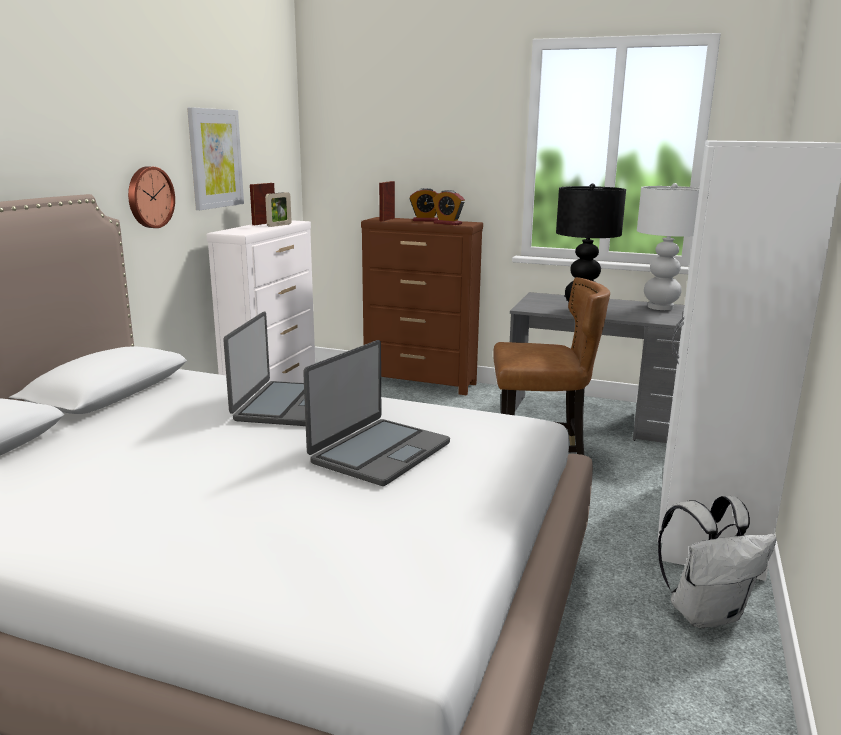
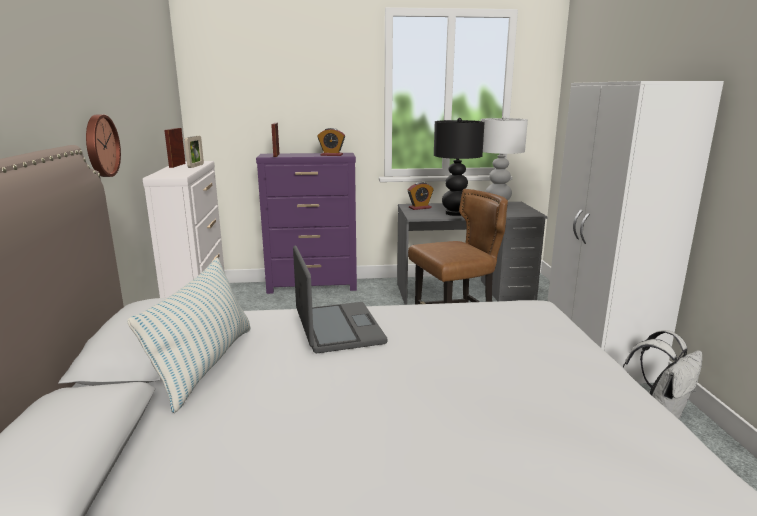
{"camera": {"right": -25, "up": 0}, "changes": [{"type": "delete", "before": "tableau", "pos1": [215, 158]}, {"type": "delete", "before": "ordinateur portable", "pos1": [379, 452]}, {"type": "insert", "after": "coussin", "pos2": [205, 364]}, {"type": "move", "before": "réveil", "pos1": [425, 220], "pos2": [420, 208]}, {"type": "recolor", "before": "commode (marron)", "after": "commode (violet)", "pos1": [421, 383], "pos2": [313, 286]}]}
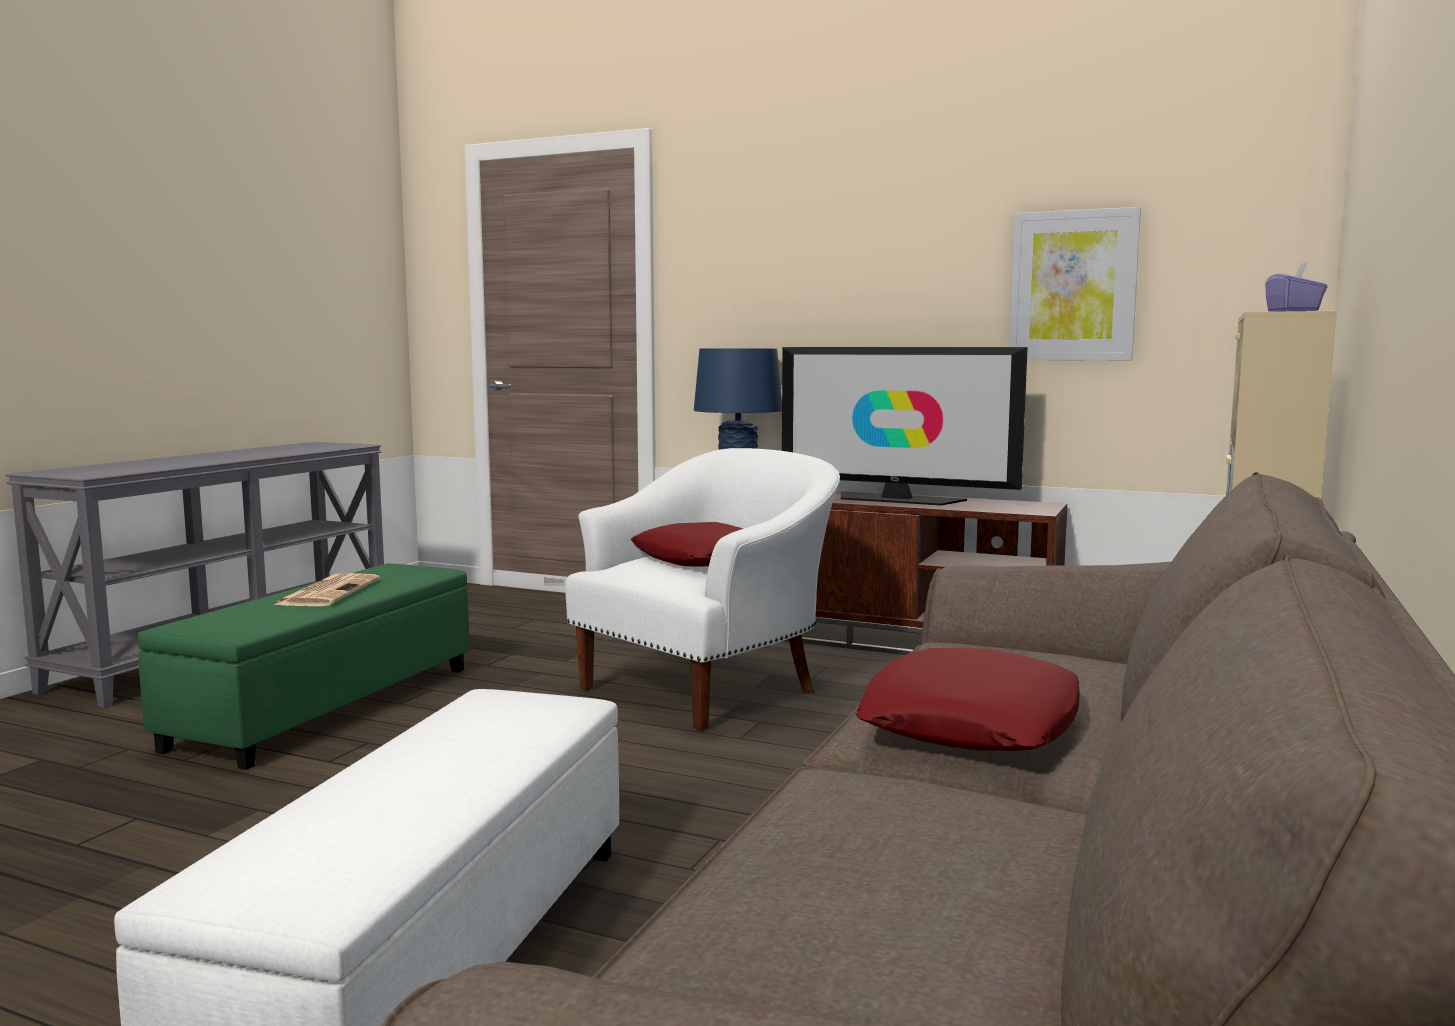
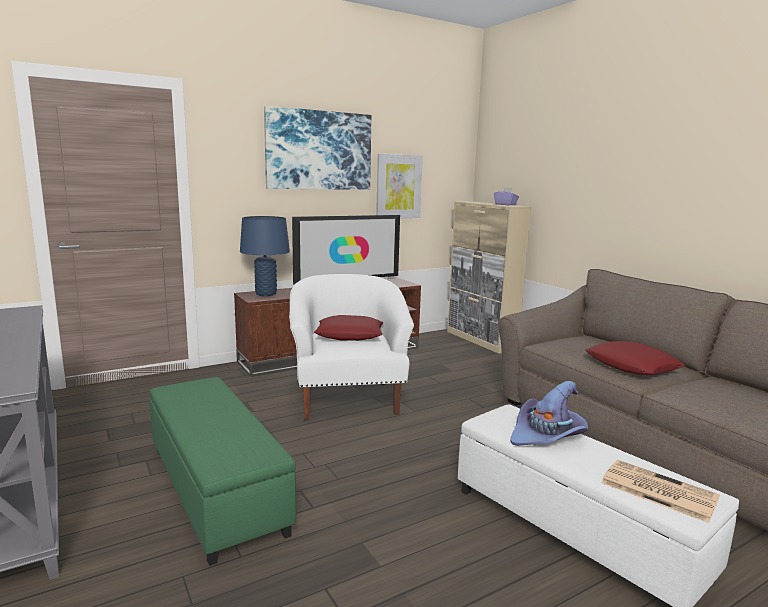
{"camera": {"right": -55, "up": 5}, "changes": [{"type": "insert", "after": "tableau", "pos2": [319, 150]}, {"type": "insert", "after": "chapeau (violet)", "pos2": [547, 435]}, {"type": "move", "before": "journal", "pos1": [328, 592], "pos2": [656, 490]}]}
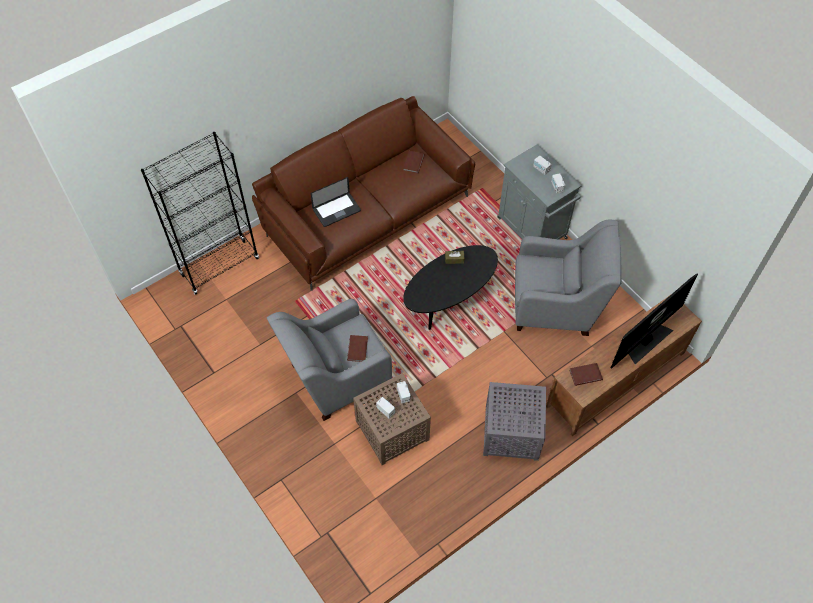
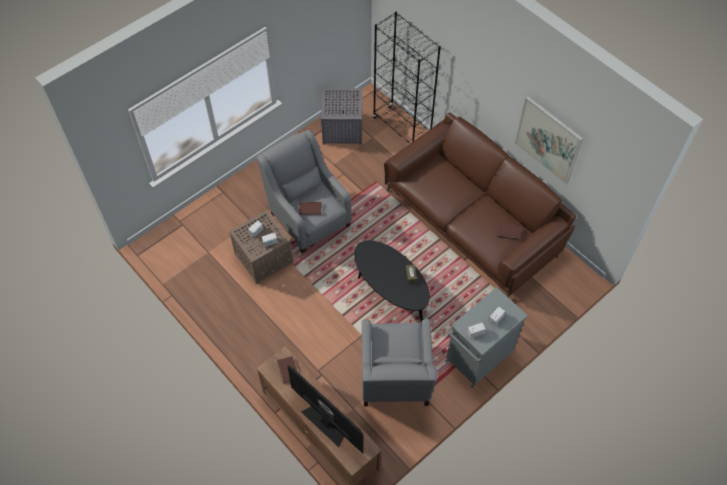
{"camera": {"right": 85, "up": 0}, "changes": [{"type": "delete", "before": "ordinateur portable", "pos1": [336, 210]}, {"type": "insert", "after": "tableau", "pos2": [548, 140]}, {"type": "move", "before": "table d'appoint (gris)", "pos1": [510, 431], "pos2": [343, 128]}]}
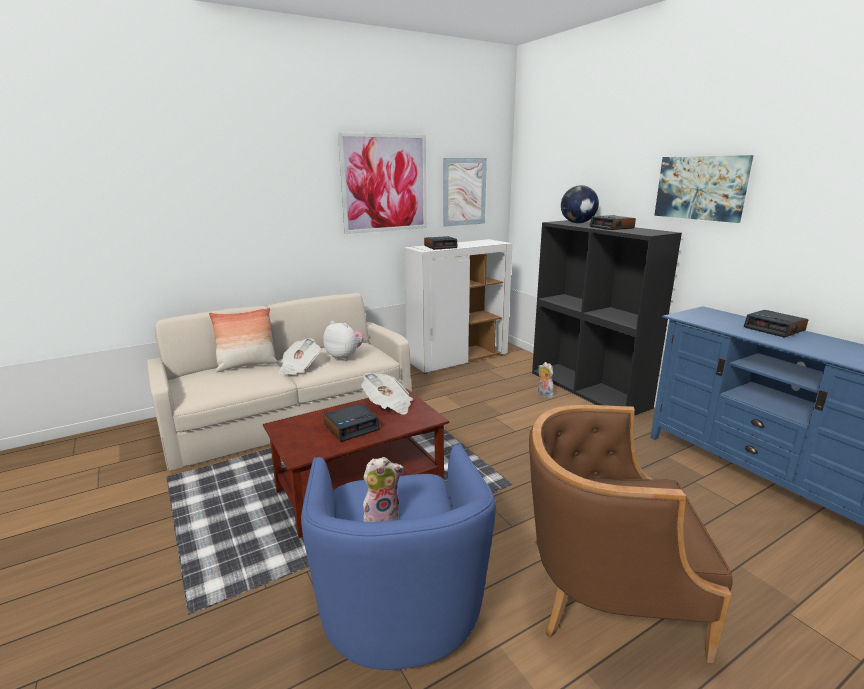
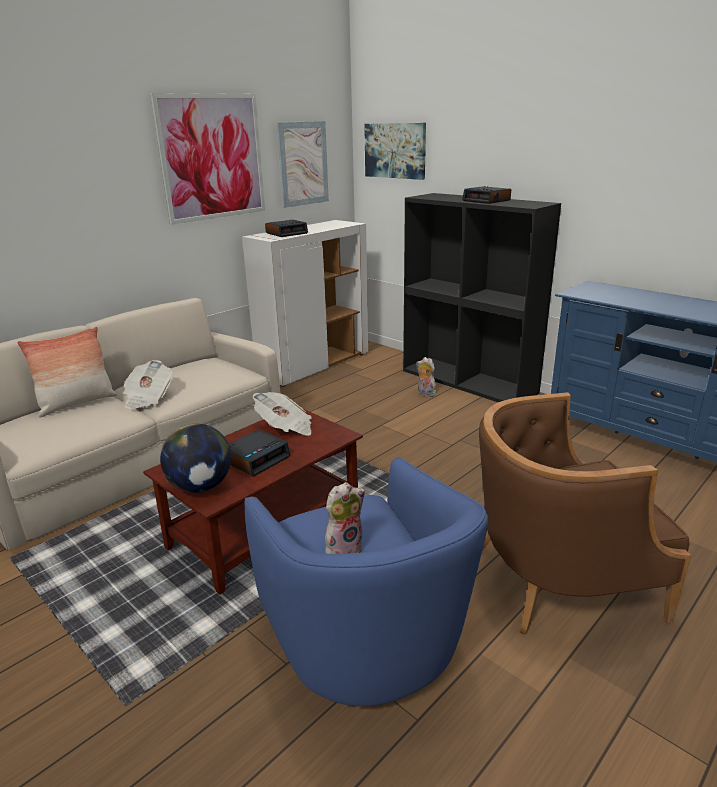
{"camera": {"right": -15, "up": 5}, "changes": [{"type": "delete", "before": "peluche", "pos1": [345, 357]}, {"type": "delete", "before": "réveil", "pos1": [775, 329]}, {"type": "move", "before": "globe", "pos1": [577, 223], "pos2": [201, 486]}, {"type": "move", "before": "tableau", "pos1": [701, 188], "pos2": [395, 150]}]}
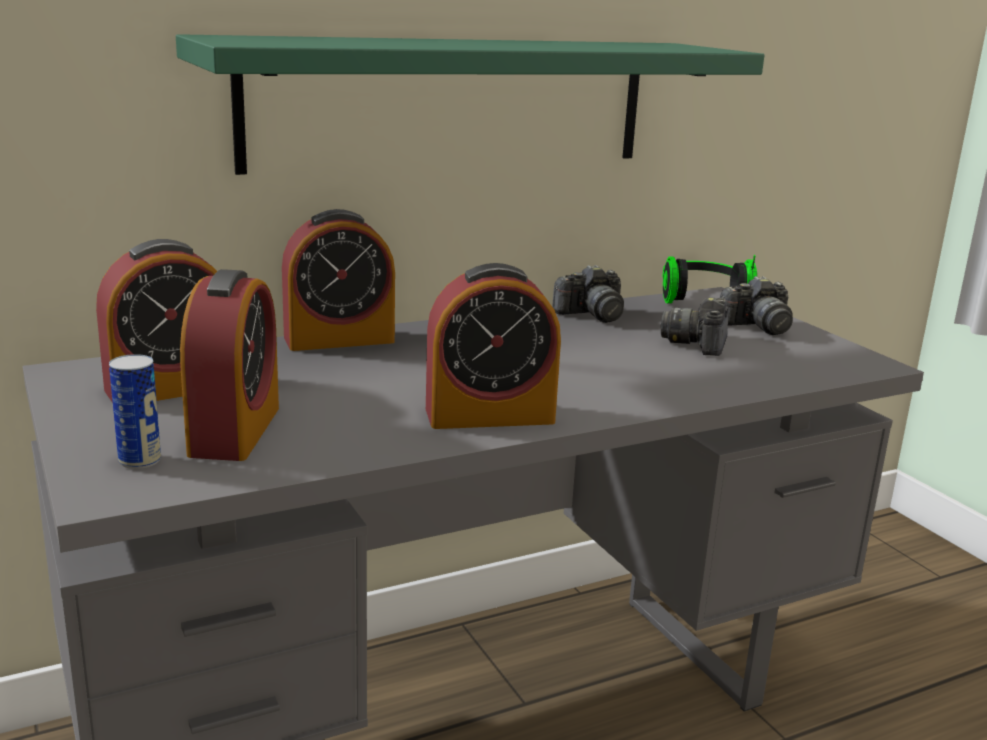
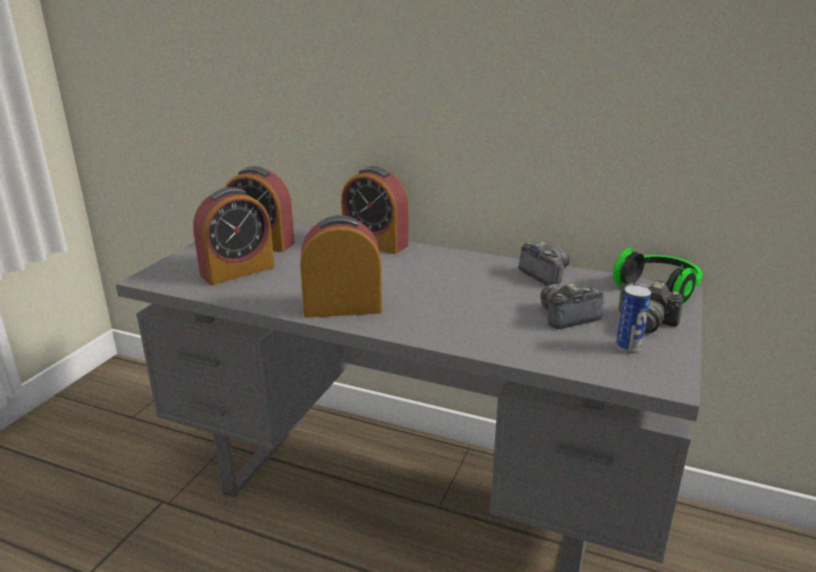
{"camera": {"right": 50, "up": 5}, "changes": [{"type": "delete", "before": "étagère (vert)", "pos1": [452, 103]}, {"type": "move", "before": "boîte métallique", "pos1": [140, 460], "pos2": [628, 347]}, {"type": "rotate", "before": "réveil", "pos1": [489, 415], "pos2": [342, 307], "turn": 135}, {"type": "rotate", "before": "appareil photo", "pos1": [591, 315], "pos2": [545, 274], "turn": -150}]}
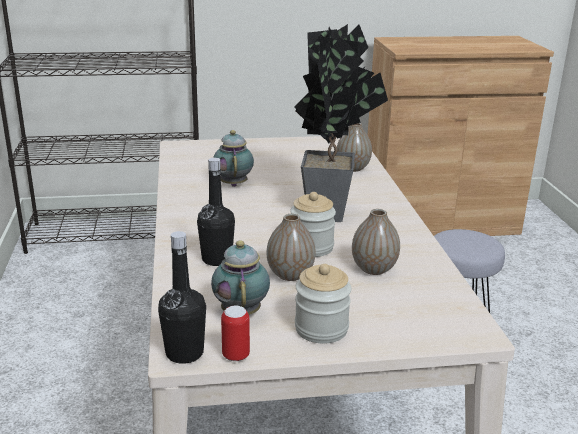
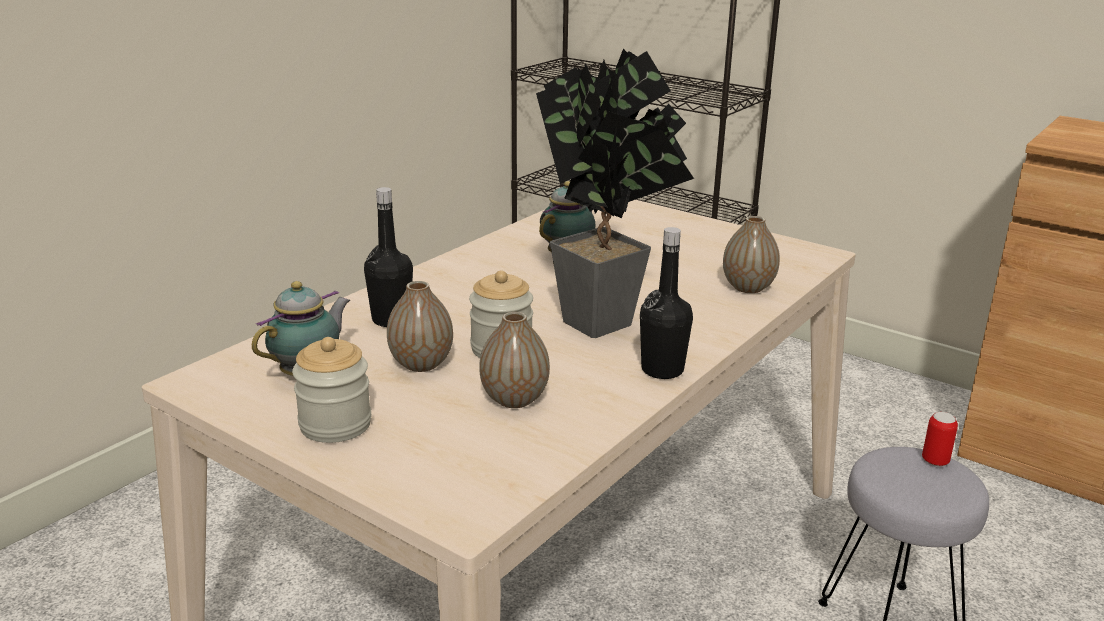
{"camera": {"right": 45, "up": 0}, "changes": [{"type": "move", "before": "bouteille (noir)", "pos1": [184, 353], "pos2": [662, 370]}, {"type": "move", "before": "boîte métallique", "pos1": [236, 355], "pos2": [935, 461]}]}
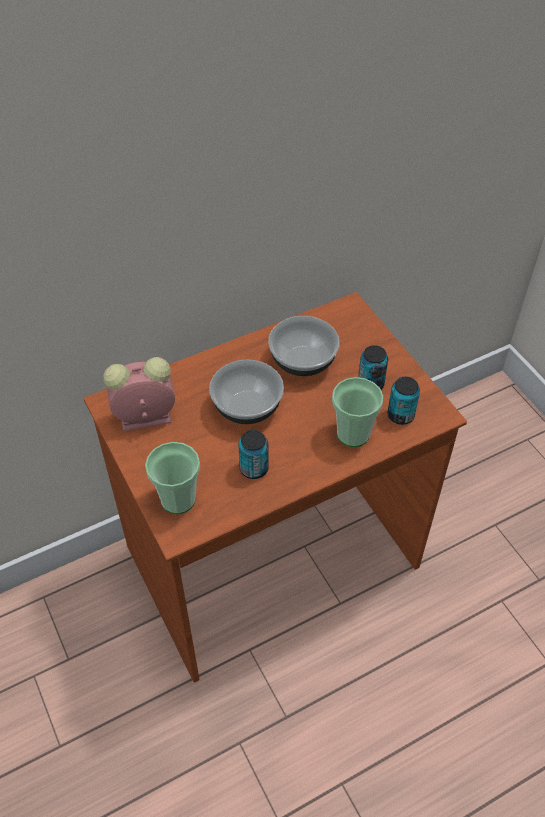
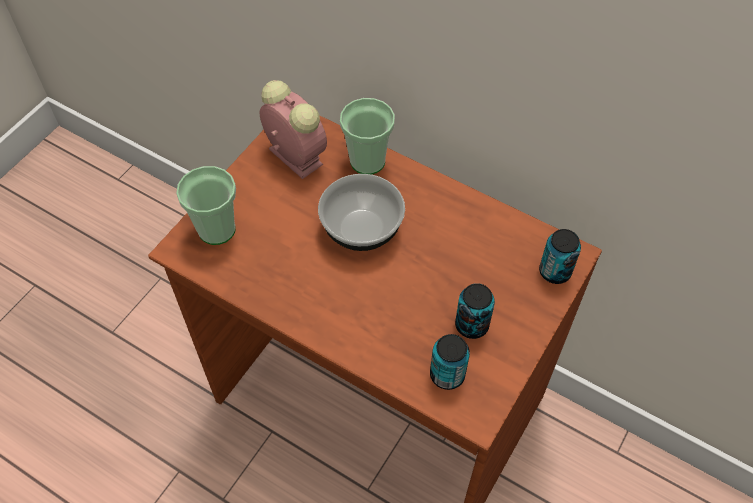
{"camera": {"right": 60, "up": 5}, "changes": [{"type": "delete", "before": "bol", "pos1": [303, 361]}, {"type": "move", "before": "boîte métallique", "pos1": [254, 468], "pos2": [555, 271]}, {"type": "move", "before": "tasse", "pos1": [353, 434], "pos2": [367, 161]}]}
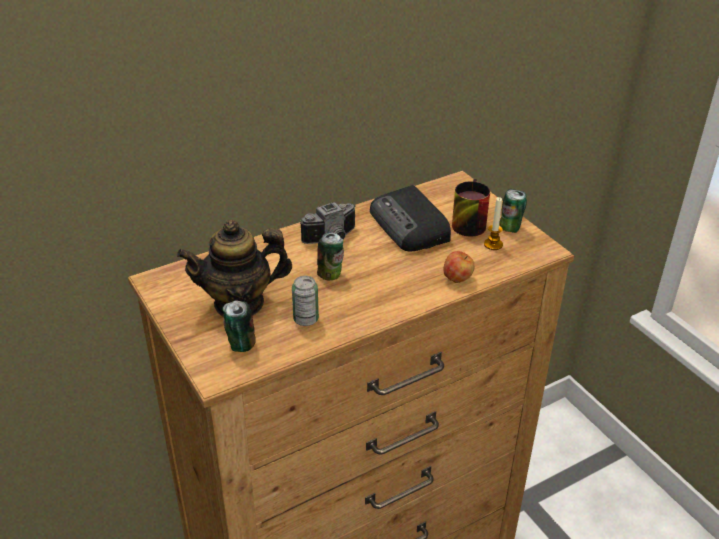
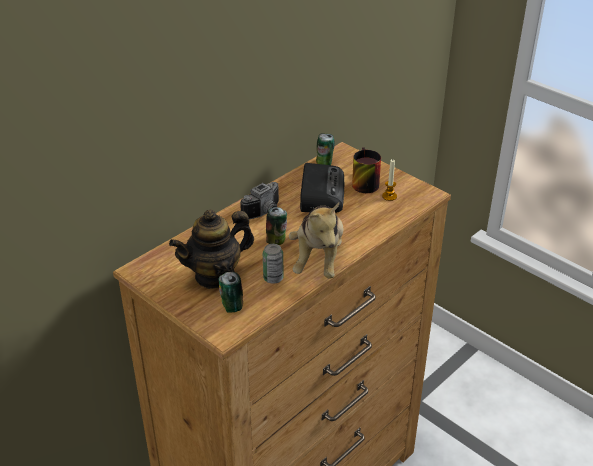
{"camera": {"right": -15, "up": 0}, "changes": [{"type": "delete", "before": "pomme", "pos1": [457, 278]}, {"type": "insert", "after": "peluche", "pos2": [318, 259]}, {"type": "move", "before": "boîte métallique", "pos1": [510, 228], "pos2": [324, 163]}, {"type": "rotate", "before": "radio", "pos1": [410, 226], "pos2": [321, 193], "turn": -135}]}
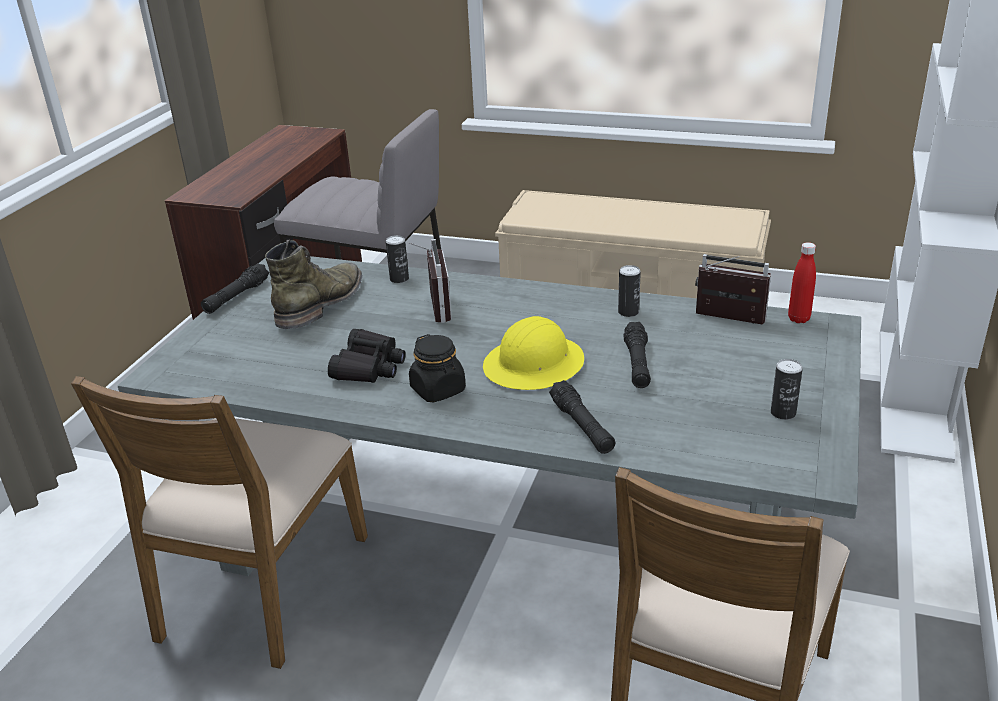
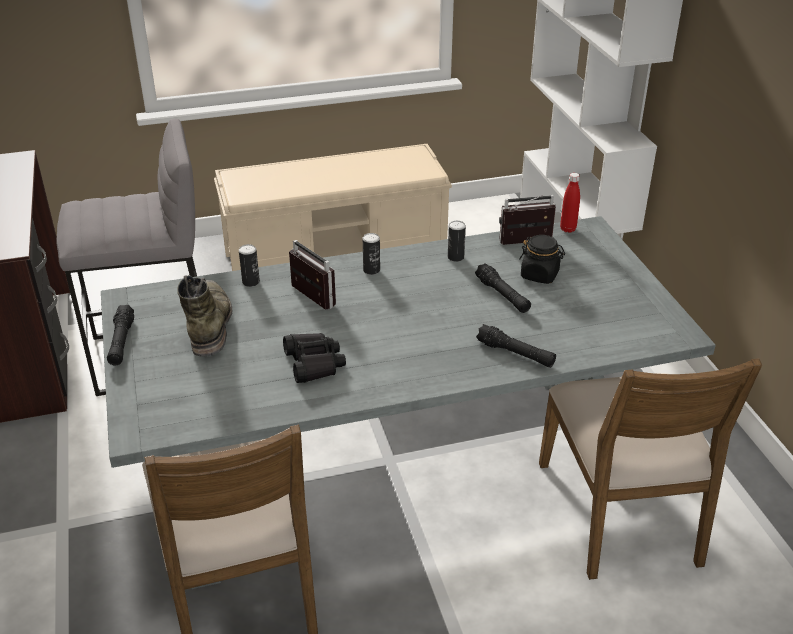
{"camera": {"right": -35, "up": 5}, "changes": [{"type": "delete", "before": "casque de chantier (jaune)", "pos1": [534, 365]}, {"type": "move", "before": "bocal (noir)", "pos1": [438, 390], "pos2": [540, 275]}, {"type": "move", "before": "boîte métallique", "pos1": [783, 413], "pos2": [371, 270]}]}
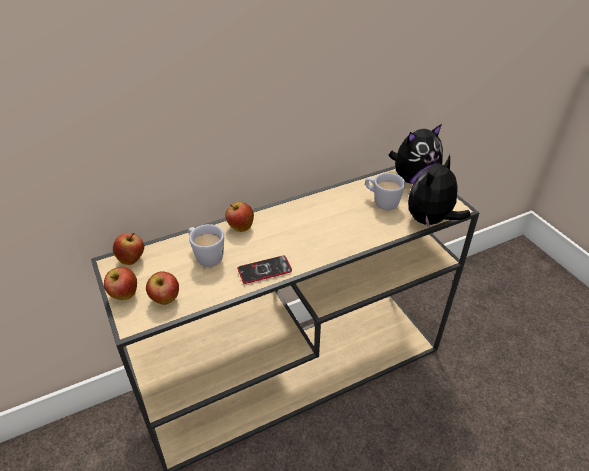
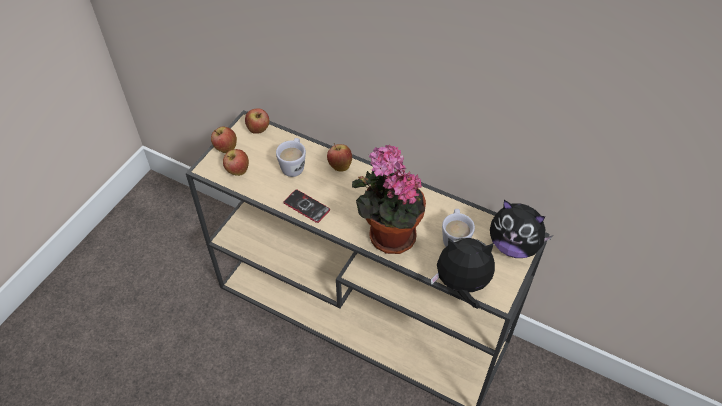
{"camera": {"right": 55, "up": 10}, "changes": [{"type": "insert", "after": "plante en pot", "pos2": [388, 235]}]}
